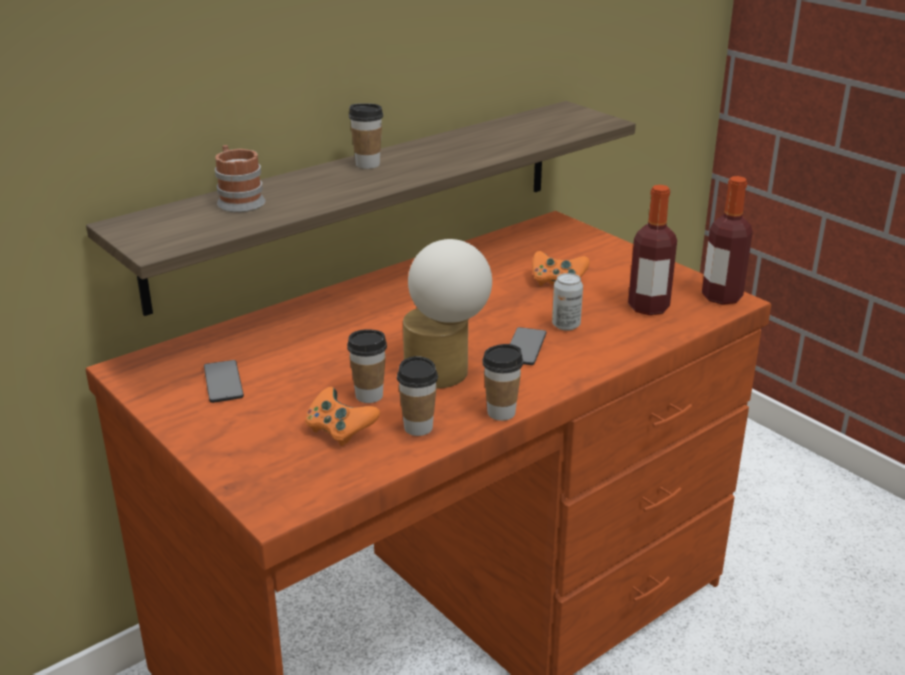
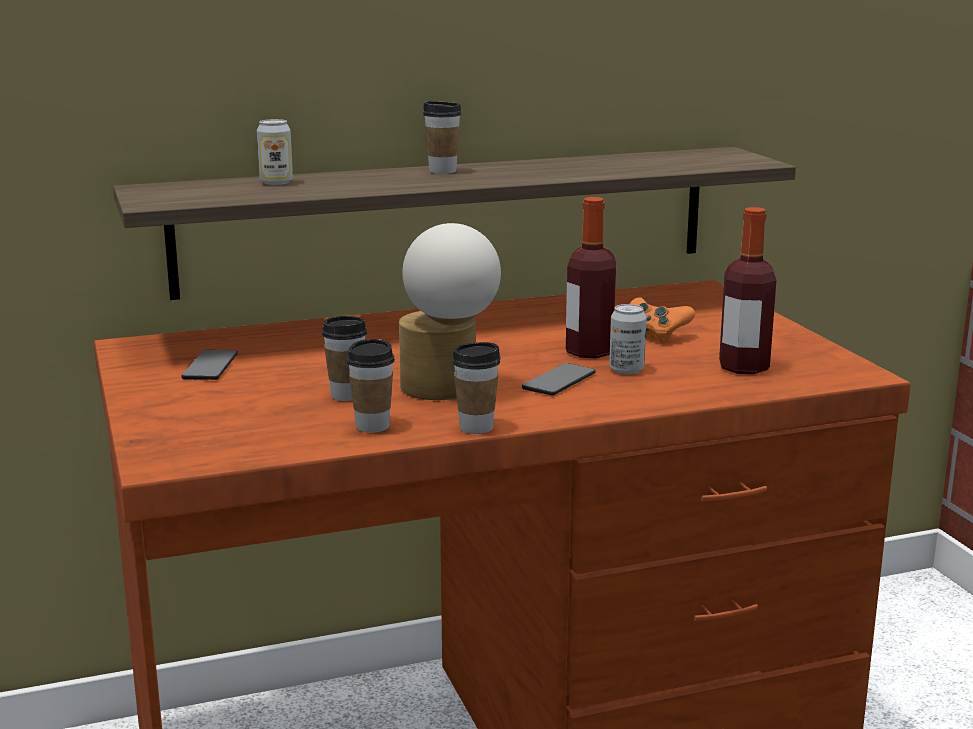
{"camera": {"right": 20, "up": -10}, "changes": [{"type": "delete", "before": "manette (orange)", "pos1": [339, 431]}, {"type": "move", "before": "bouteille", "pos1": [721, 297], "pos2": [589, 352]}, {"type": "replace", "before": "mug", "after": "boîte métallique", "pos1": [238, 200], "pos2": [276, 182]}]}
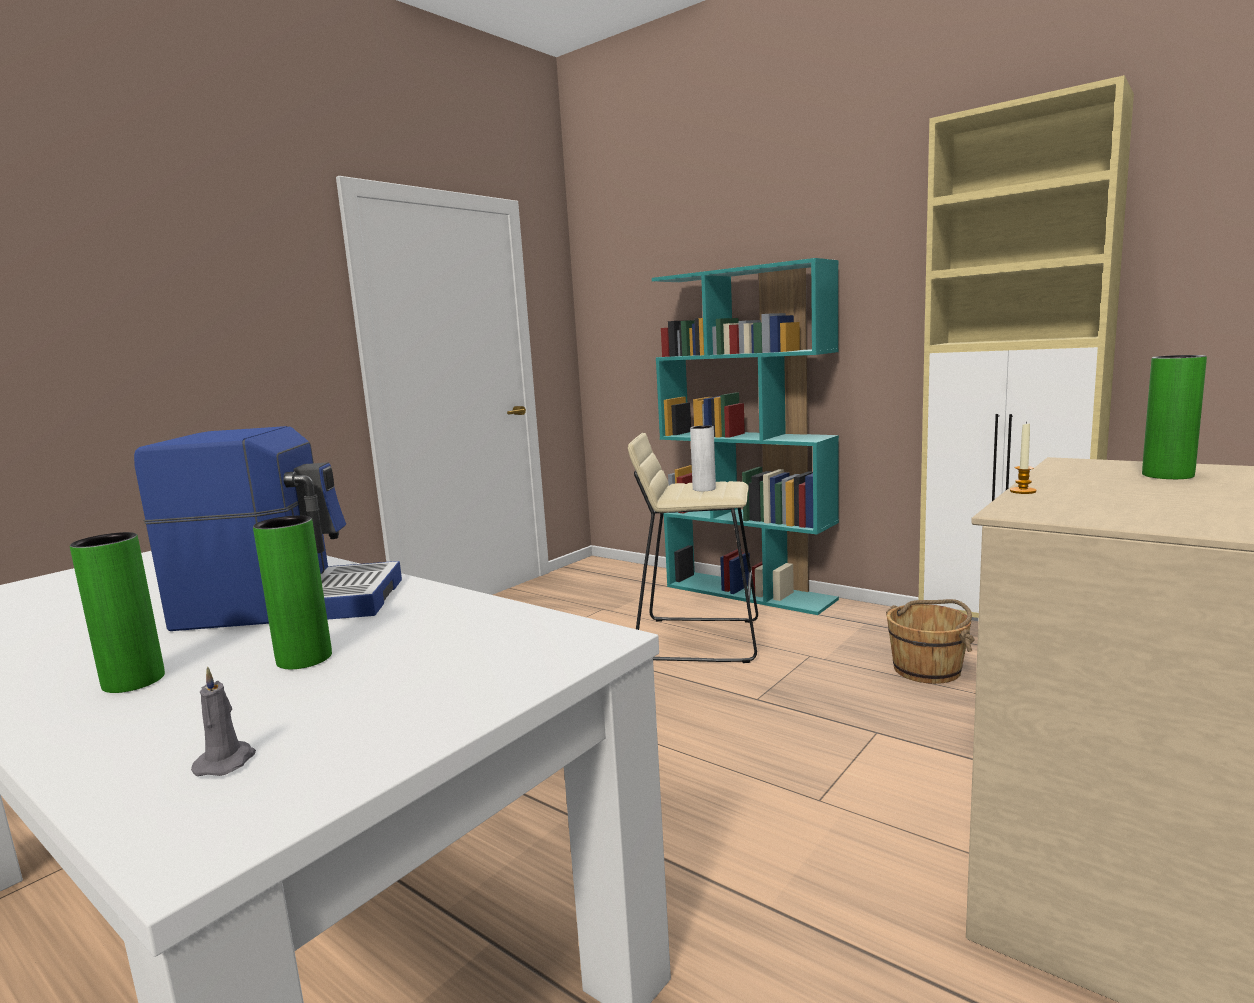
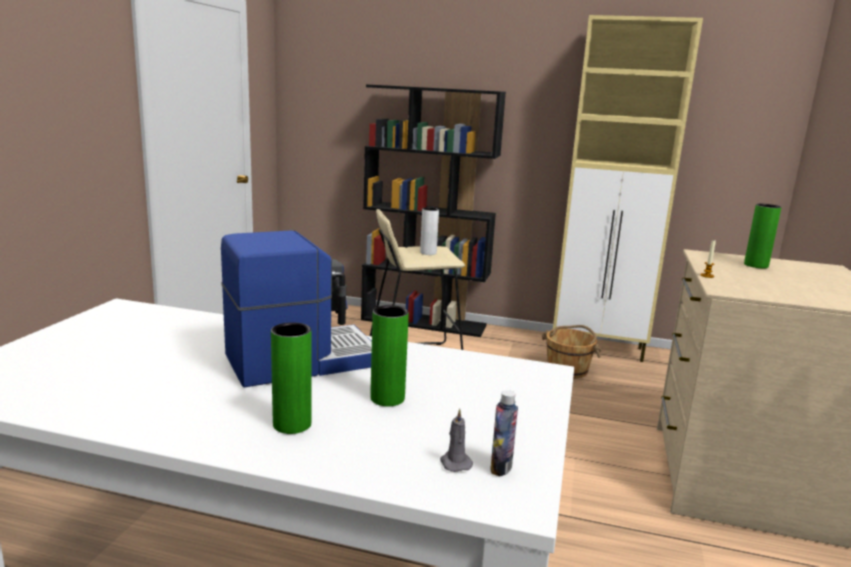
{"camera": {"right": -25, "up": 5}, "changes": [{"type": "insert", "after": "bouteille", "pos2": [501, 468]}, {"type": "recolor", "before": "bibliothèque (turquoise)", "after": "bibliothèque (noir)", "pos1": [750, 592], "pos2": [424, 322]}]}
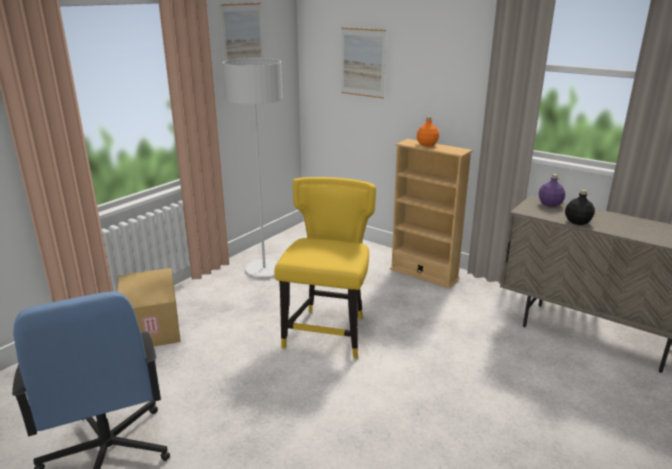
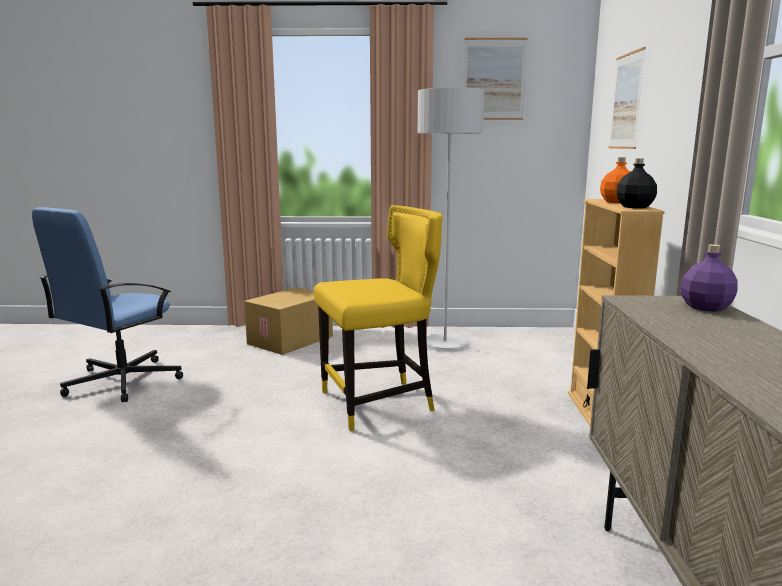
{"camera": {"right": 55, "up": -10}, "changes": [{"type": "move", "before": "bouteille (noir)", "pos1": [578, 222], "pos2": [635, 207]}]}
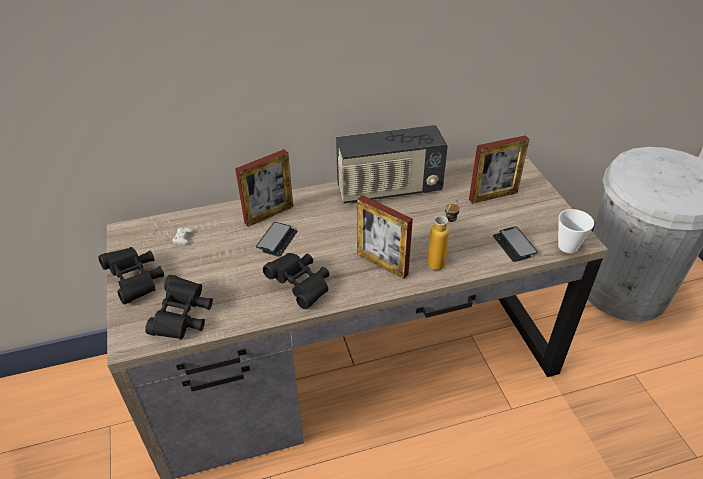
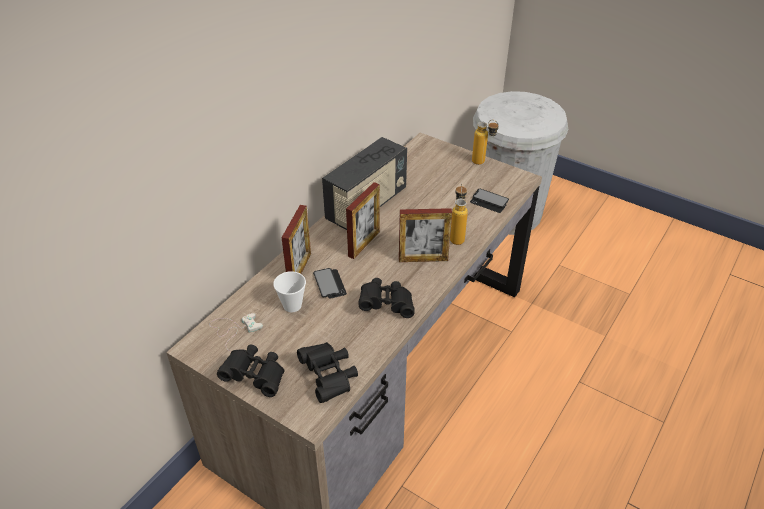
{"camera": {"right": -40, "up": 0}, "changes": [{"type": "insert", "after": "bouteille", "pos2": [482, 163]}, {"type": "move", "before": "cadre photo", "pos1": [493, 196], "pos2": [364, 244]}, {"type": "move", "before": "tasse", "pos1": [568, 246], "pos2": [292, 305]}]}
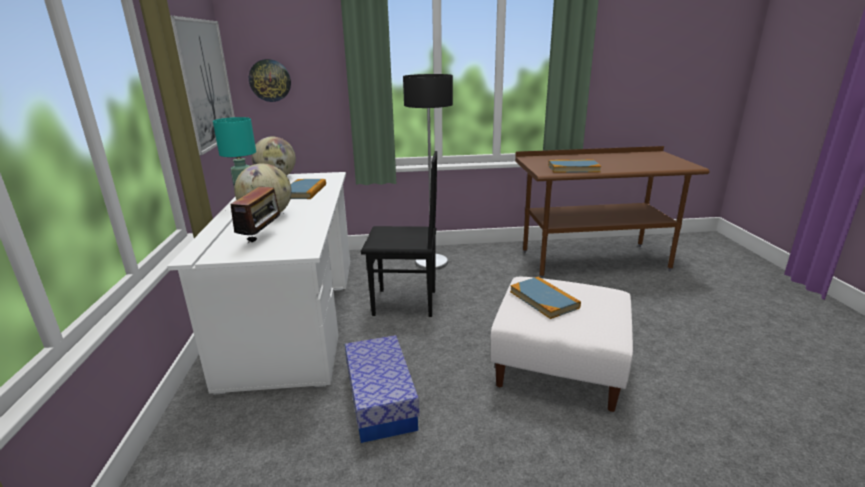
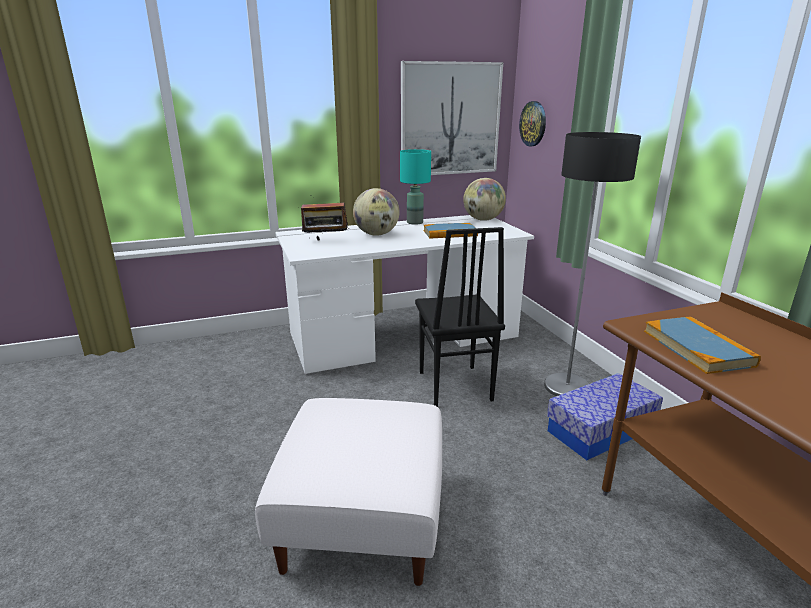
{"camera": {"right": 75, "up": 0}, "changes": [{"type": "delete", "before": "livre", "pos1": [544, 299]}, {"type": "move", "before": "boîte de rangement", "pos1": [381, 400], "pos2": [600, 430]}]}
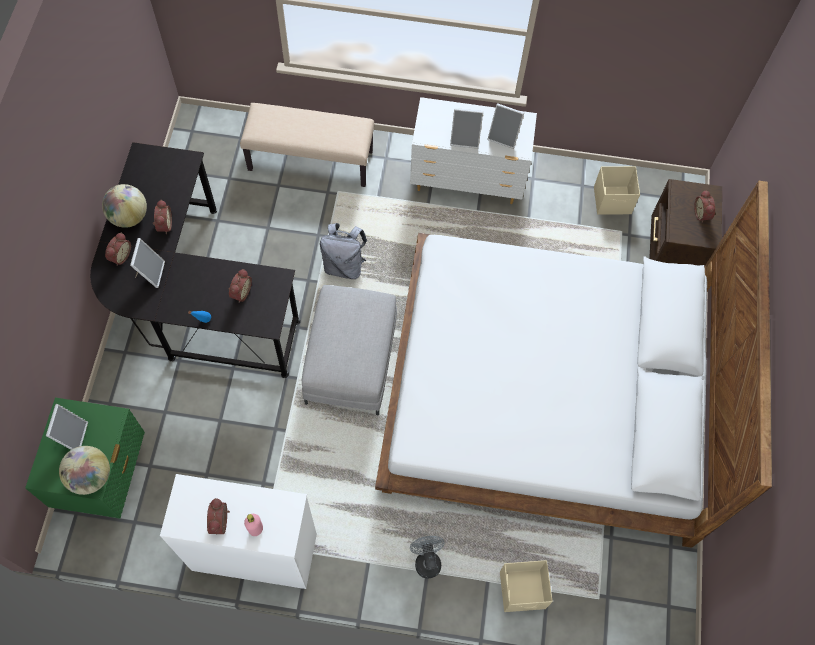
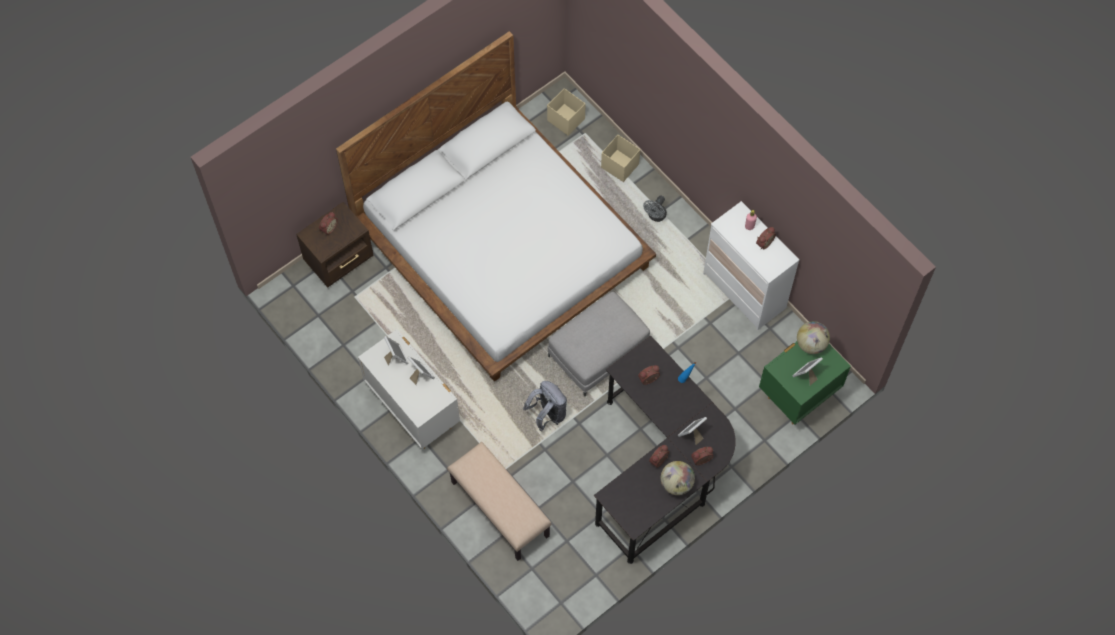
{"camera": {"right": -135, "up": 0}, "changes": [{"type": "move", "before": "boîte de rangement (beige)", "pos1": [613, 201], "pos2": [565, 119]}]}
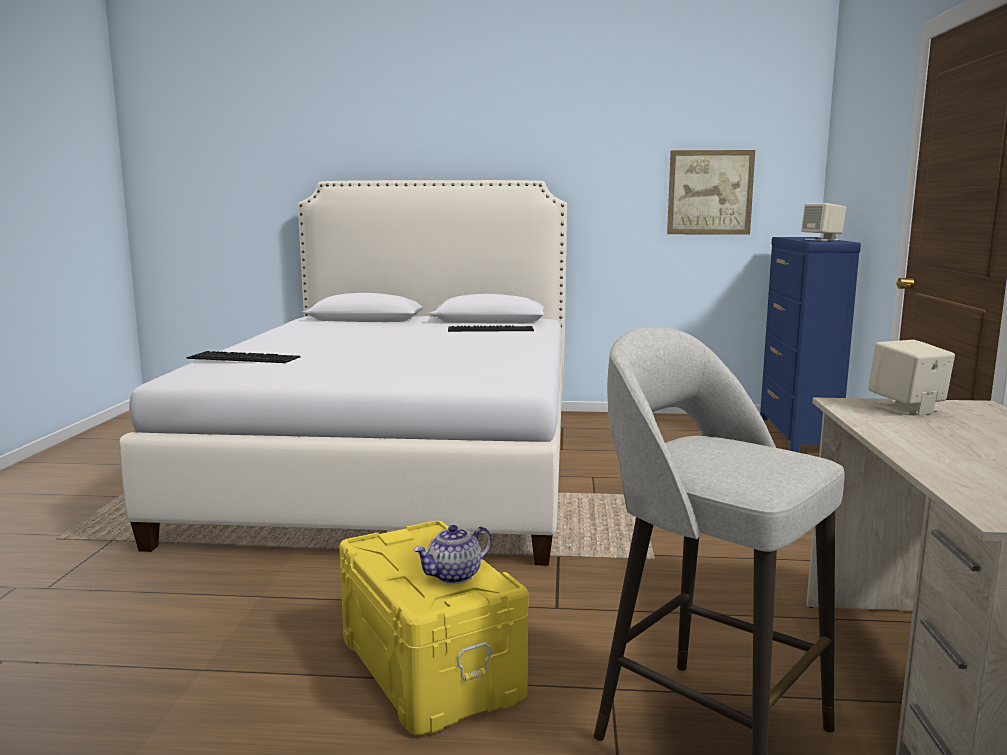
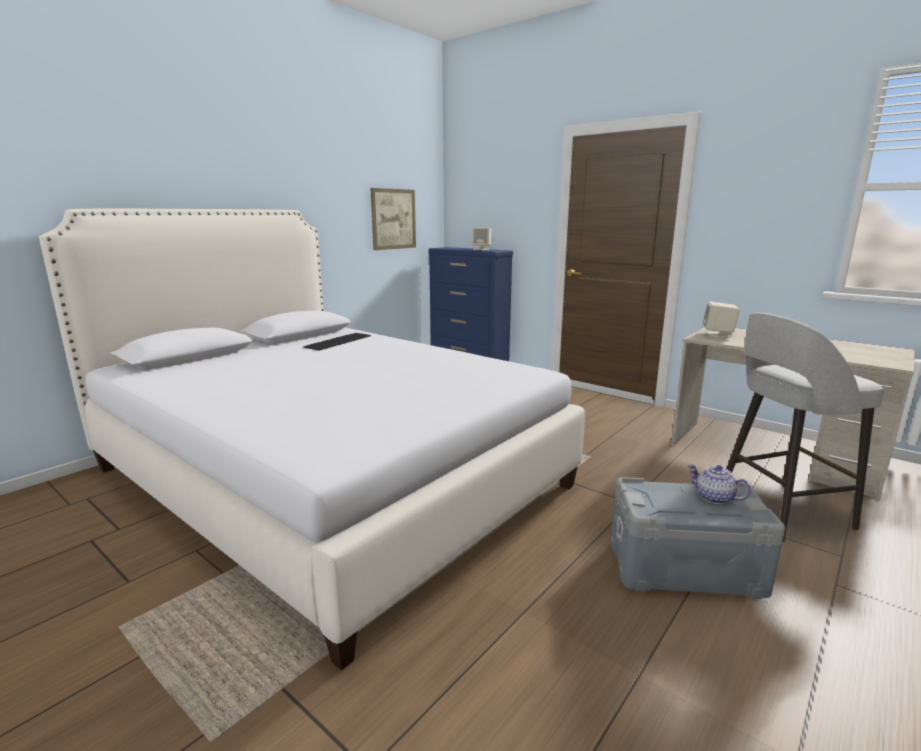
{"camera": {"right": -55, "up": 5}, "changes": [{"type": "delete", "before": "clavier", "pos1": [246, 357]}, {"type": "recolor", "before": "boîte de rangement (jaune)", "after": "boîte de rangement (gris)", "pos1": [427, 668], "pos2": [685, 569]}, {"type": "rotate", "before": "théière", "pos1": [454, 576], "pos2": [714, 498], "turn": 135}]}
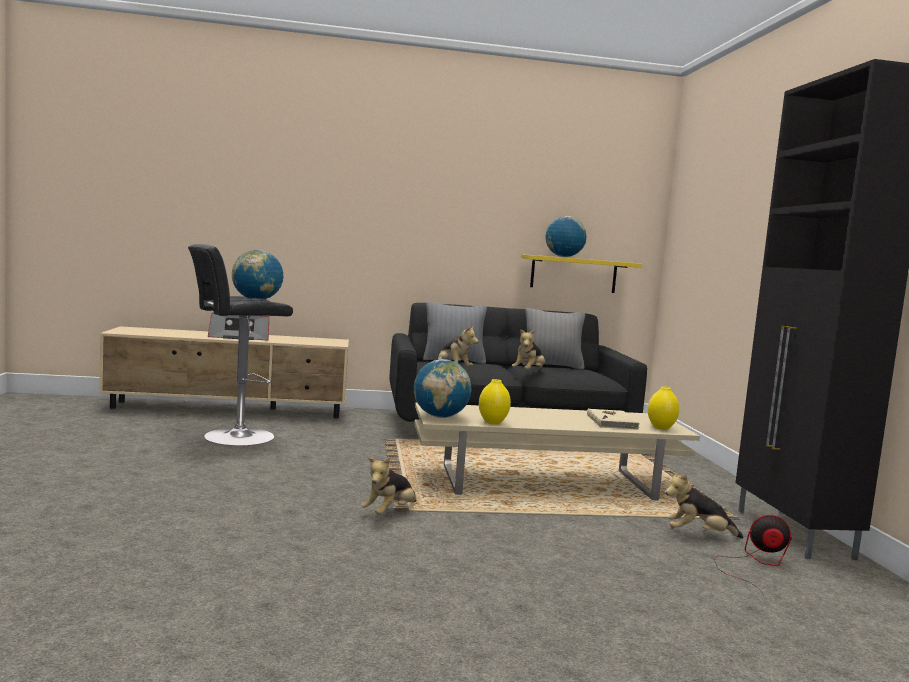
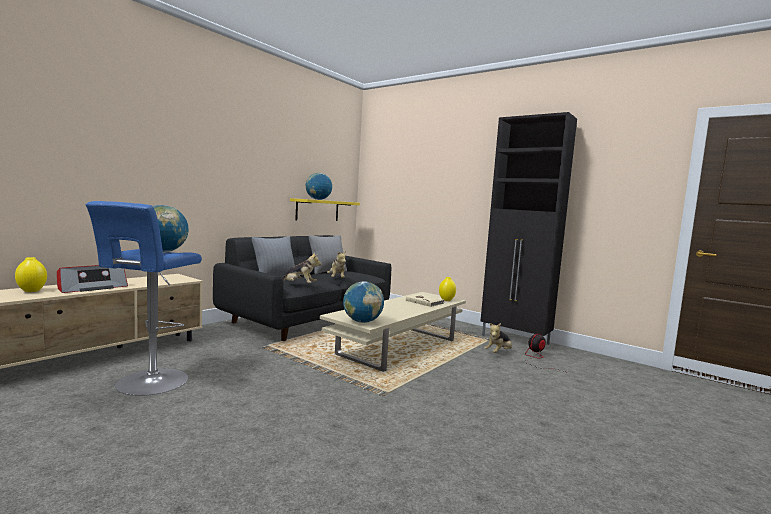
{"camera": {"right": -45, "up": 0}, "changes": [{"type": "delete", "before": "peluche", "pos1": [389, 513]}, {"type": "move", "before": "vase (jaune)", "pos1": [493, 422], "pos2": [32, 291]}, {"type": "recolor", "before": "tabouret (noir)", "after": "tabouret (bleu)", "pos1": [234, 437], "pos2": [149, 383]}]}
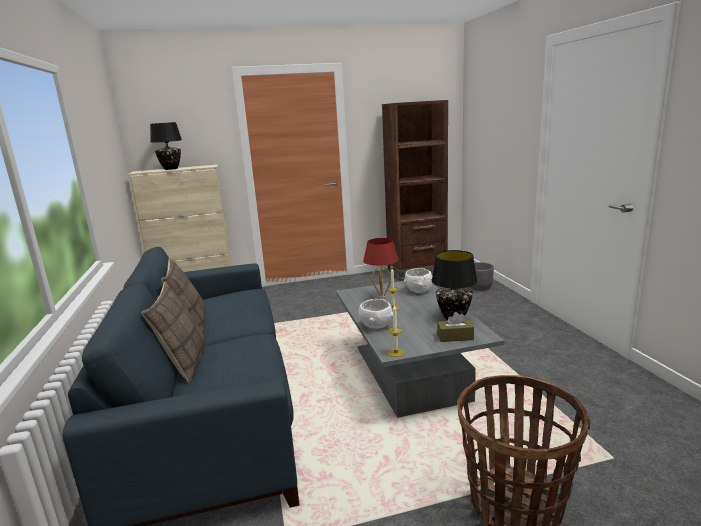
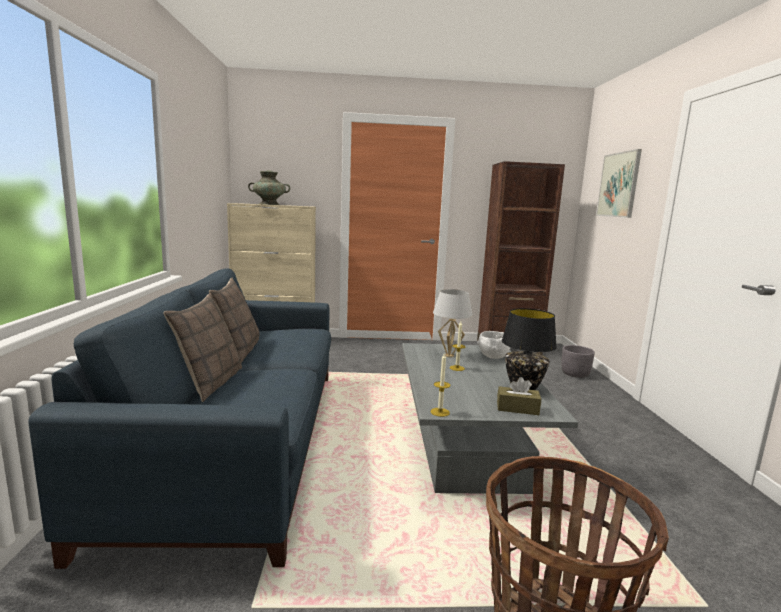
{"camera": {"right": 10, "up": -5}, "changes": [{"type": "delete", "before": "bol (blanc)", "pos1": [376, 326]}, {"type": "insert", "after": "tableau", "pos2": [618, 185]}, {"type": "replace", "before": "lampe de table (noir)", "after": "vase (turquoise)", "pos1": [171, 169], "pos2": [269, 204]}, {"type": "recolor", "before": "lampe de table (rouge)", "after": "lampe de table (blanc)", "pos1": [382, 296], "pos2": [449, 356]}]}
